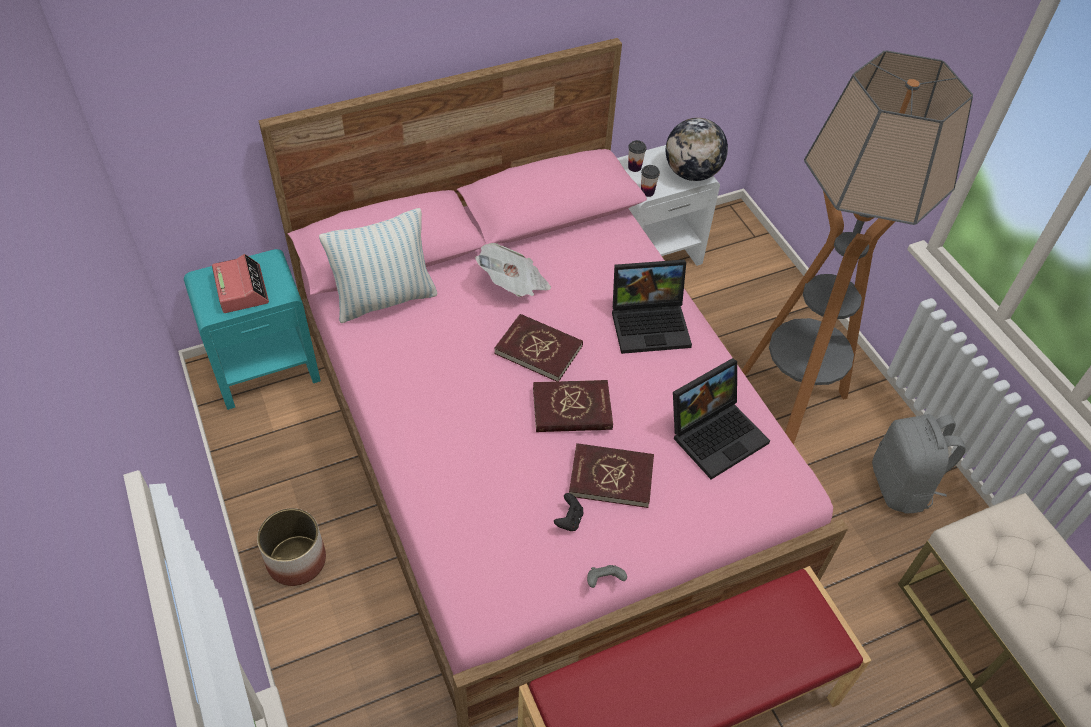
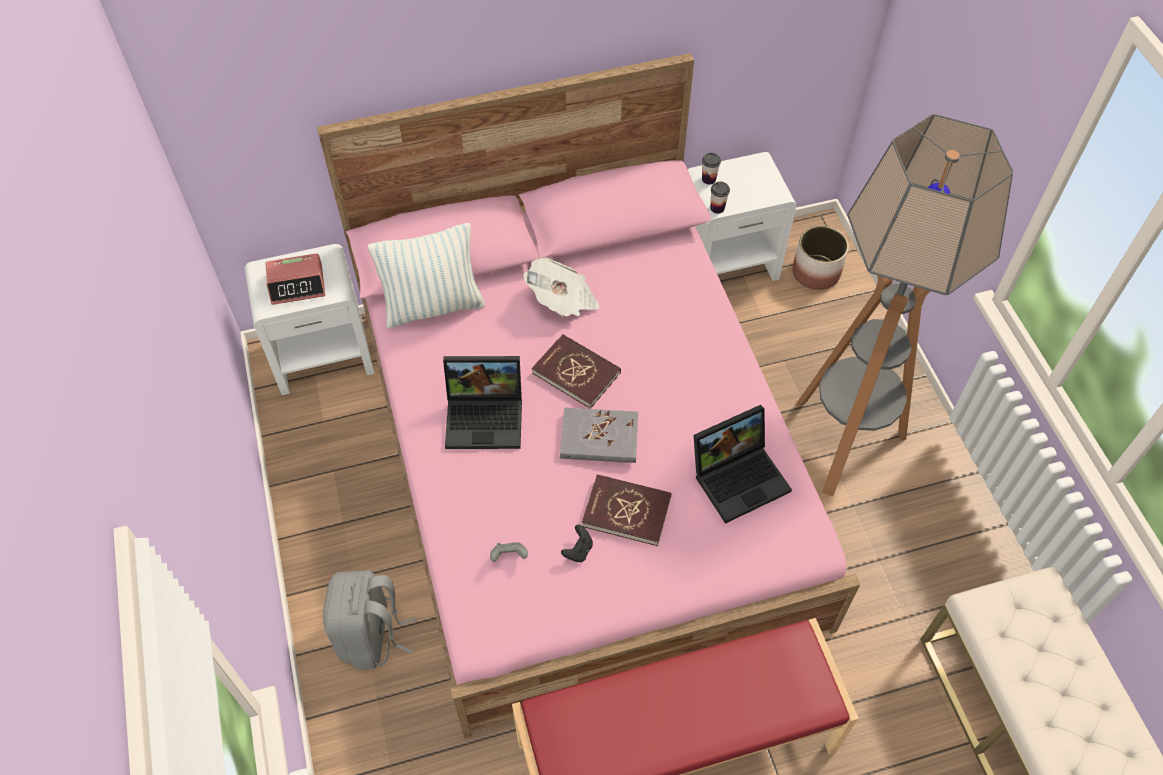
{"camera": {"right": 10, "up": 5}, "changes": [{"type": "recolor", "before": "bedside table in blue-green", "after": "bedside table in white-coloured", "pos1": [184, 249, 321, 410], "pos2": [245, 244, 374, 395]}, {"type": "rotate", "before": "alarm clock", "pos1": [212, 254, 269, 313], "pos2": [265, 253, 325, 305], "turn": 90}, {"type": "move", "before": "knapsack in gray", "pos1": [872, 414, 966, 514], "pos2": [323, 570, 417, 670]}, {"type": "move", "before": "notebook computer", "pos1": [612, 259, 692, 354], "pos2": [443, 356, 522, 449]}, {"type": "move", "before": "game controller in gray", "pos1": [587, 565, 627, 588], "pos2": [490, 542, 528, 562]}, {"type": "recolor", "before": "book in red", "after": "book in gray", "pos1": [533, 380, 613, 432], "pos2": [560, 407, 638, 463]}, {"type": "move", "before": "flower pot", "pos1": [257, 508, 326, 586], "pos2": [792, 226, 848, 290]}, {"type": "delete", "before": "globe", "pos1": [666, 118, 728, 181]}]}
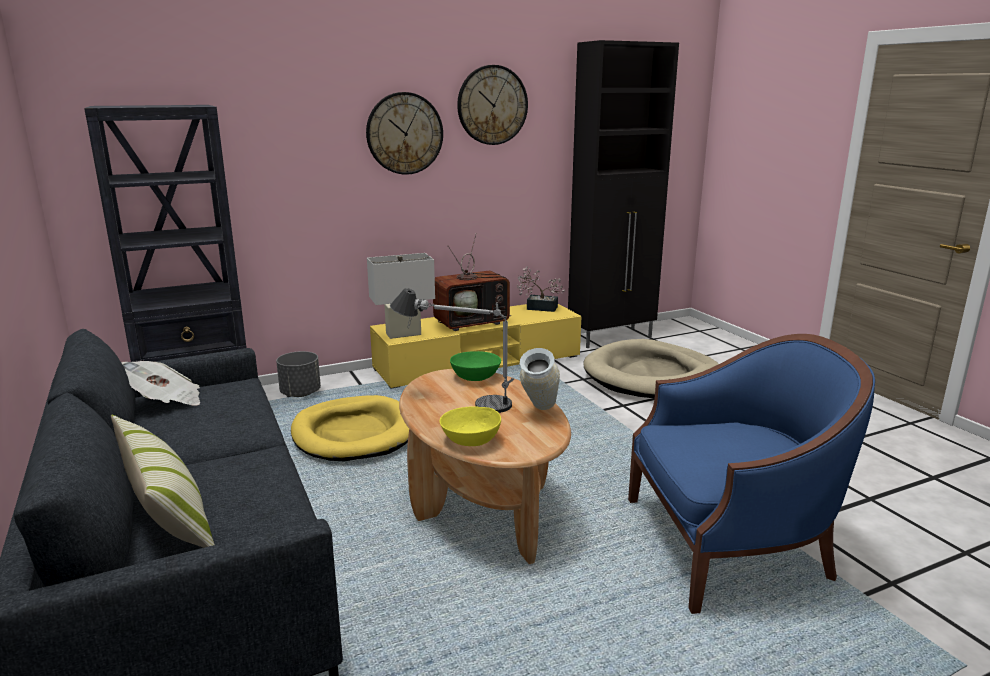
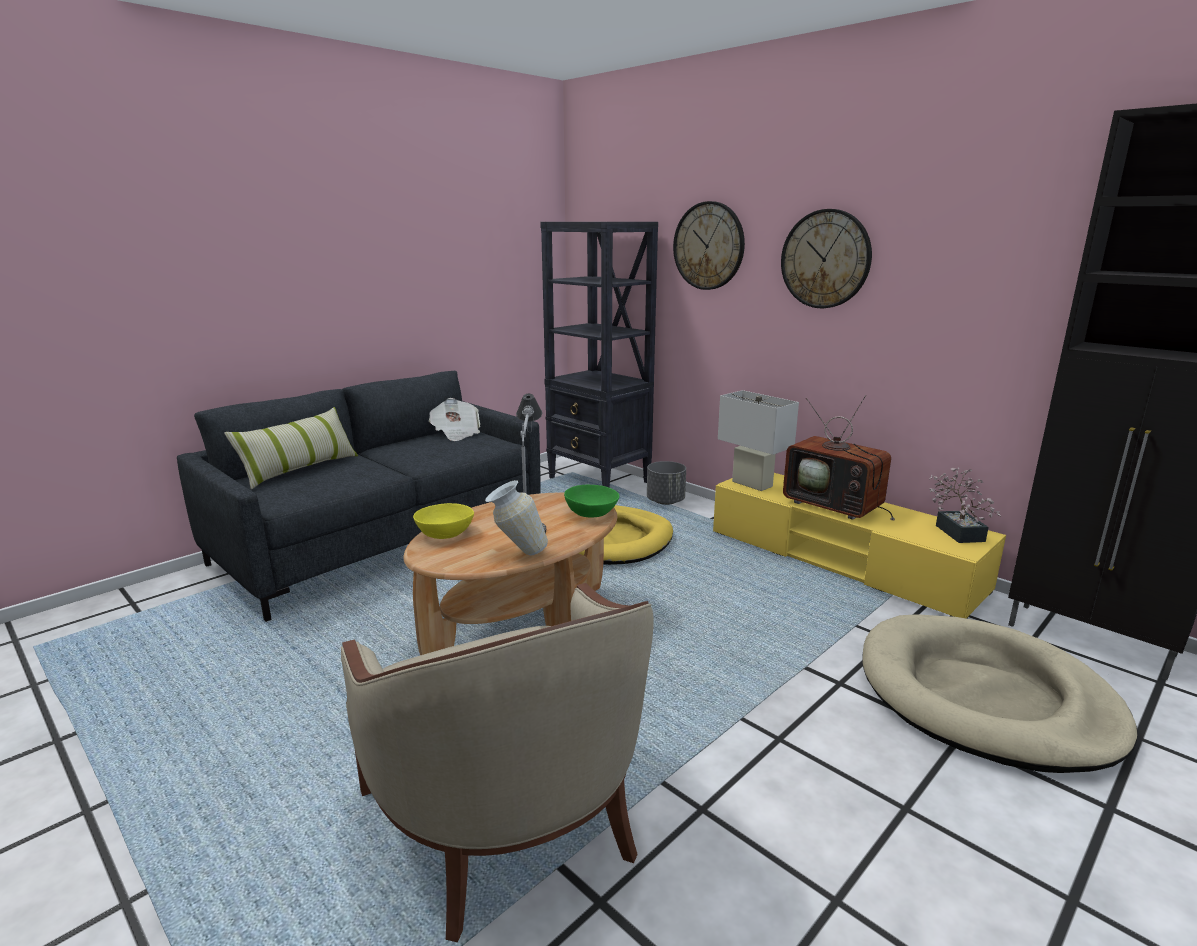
{"camera": {"right": 70, "up": 0}, "changes": [{"type": "recolor", "before": "lounge chair in blue", "after": "lounge chair in beige-coloured", "pos1": [628, 334, 875, 614], "pos2": [341, 583, 654, 942]}, {"type": "move", "before": "wall clock", "pos1": [457, 65, 528, 145], "pos2": [673, 201, 745, 290]}]}
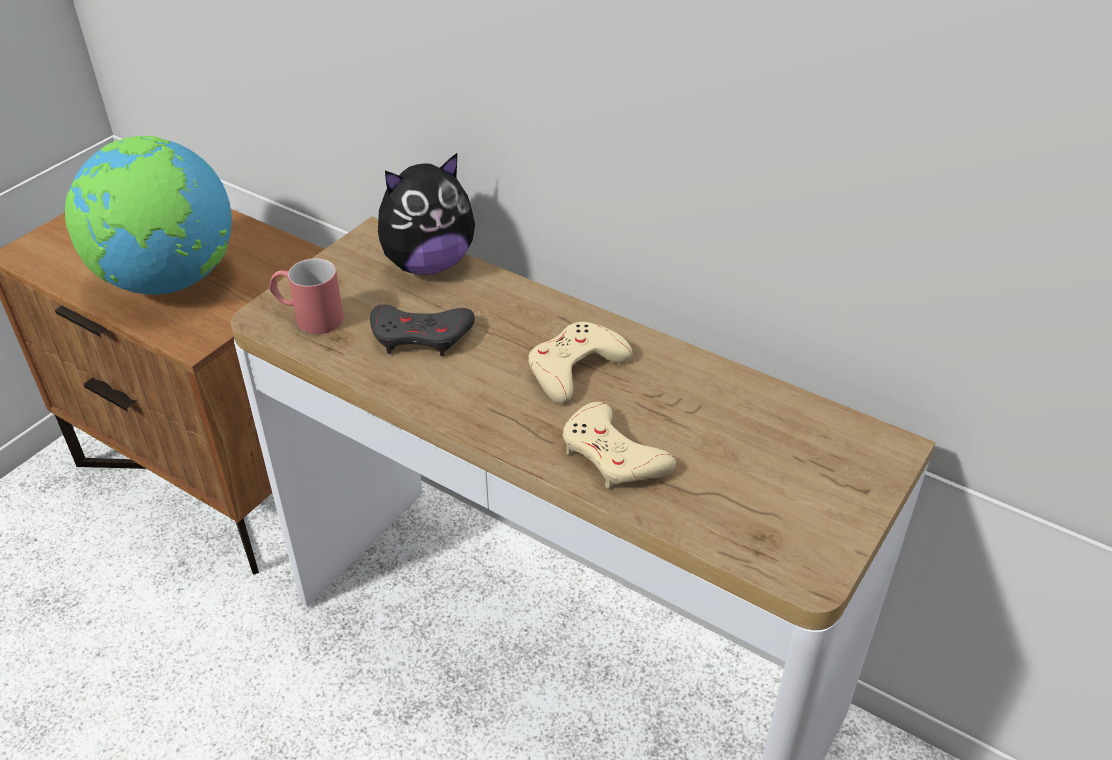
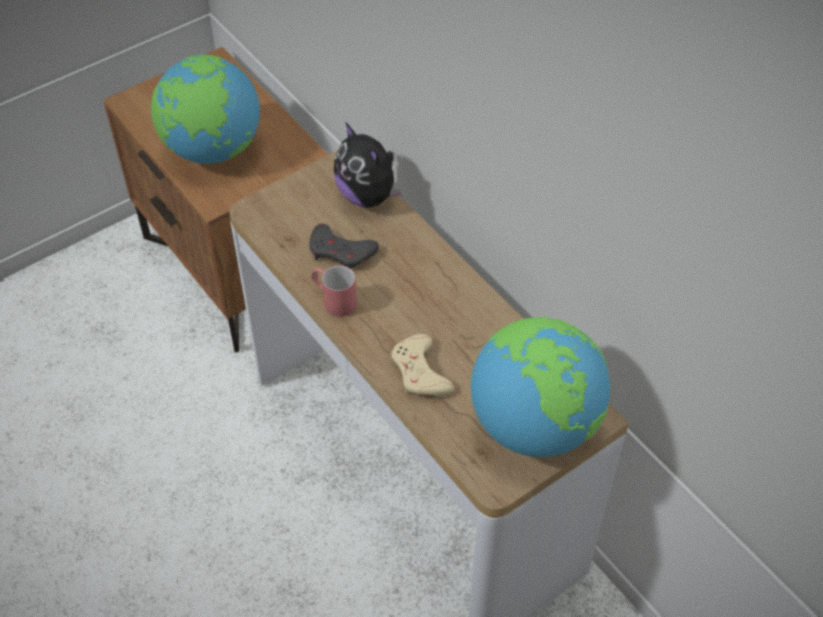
{"camera": {"right": 20, "up": 10}, "changes": [{"type": "move", "before": "coffee mug in red", "pos1": [269, 258, 344, 334], "pos2": [311, 265, 357, 317]}, {"type": "rotate", "before": "cuddly toy", "pos1": [378, 153, 475, 275], "pos2": [334, 122, 404, 208], "turn": 60}, {"type": "insert", "after": "globe", "pos2": [471, 317, 610, 457]}, {"type": "delete", "before": "game controller in beige-coloured", "pos1": [528, 322, 633, 404]}]}
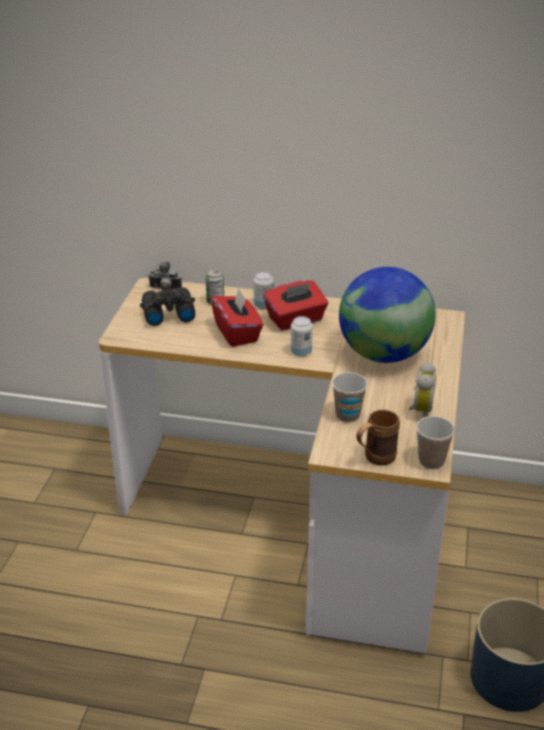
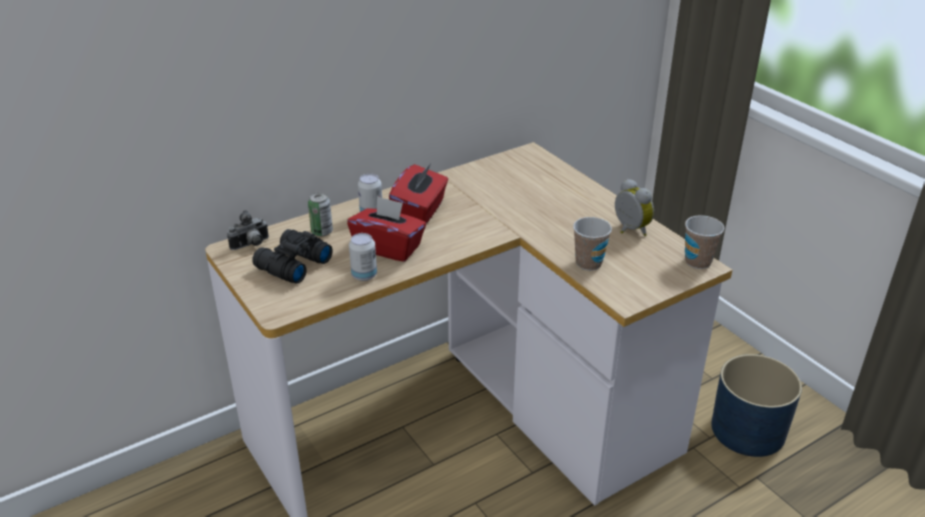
{"camera": {"right": -45, "up": 0}, "changes": [{"type": "move", "before": "can", "pos1": [291, 316, 313, 357], "pos2": [349, 233, 377, 281]}, {"type": "delete", "before": "globe", "pos1": [339, 267, 436, 363]}, {"type": "delete", "before": "coffee mug in brown", "pos1": [357, 410, 400, 466]}]}
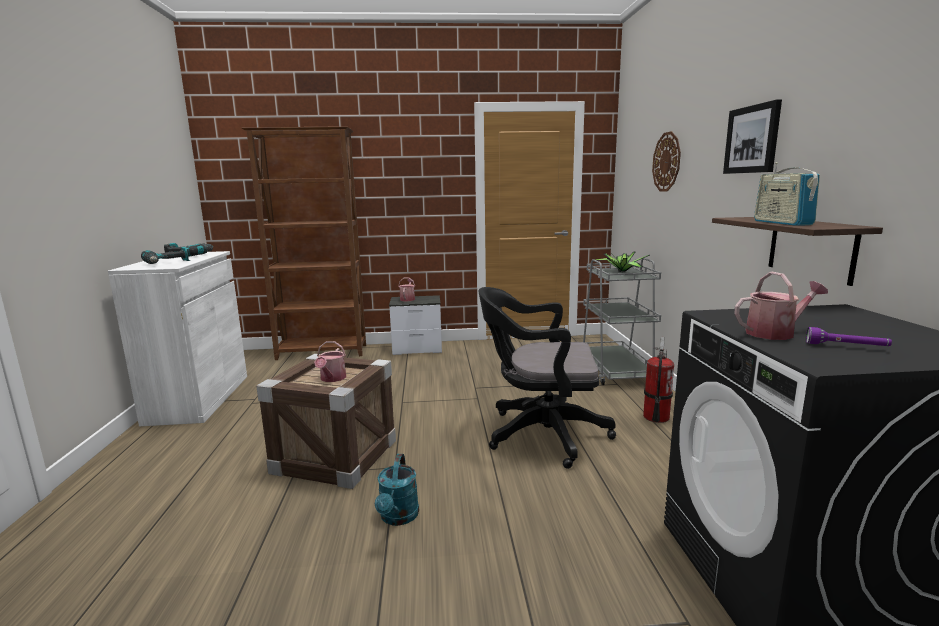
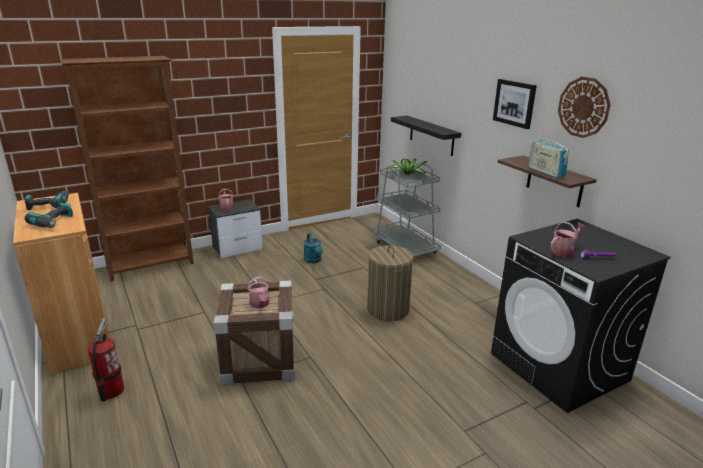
{"camera": {"right": -25, "up": 10}, "changes": [{"type": "recolor", "before": "cabinet in white-coloured", "after": "cabinet in brown", "pos1": [108, 251, 247, 426], "pos2": [13, 193, 109, 374]}, {"type": "move", "before": "fire extinguisher", "pos1": [643, 337, 674, 423], "pos2": [88, 318, 124, 401]}, {"type": "move", "before": "watering can in blue-green", "pos1": [375, 454, 419, 526], "pos2": [304, 234, 323, 263]}, {"type": "replace", "before": "desk chair in black", "after": "laundry basket", "pos1": [479, 287, 616, 469], "pos2": [367, 245, 413, 321]}, {"type": "insert", "after": "wall shelf in black", "pos2": [391, 116, 461, 156]}, {"type": "move", "before": "wall clock", "pos1": [652, 131, 681, 192], "pos2": [558, 77, 611, 138]}]}
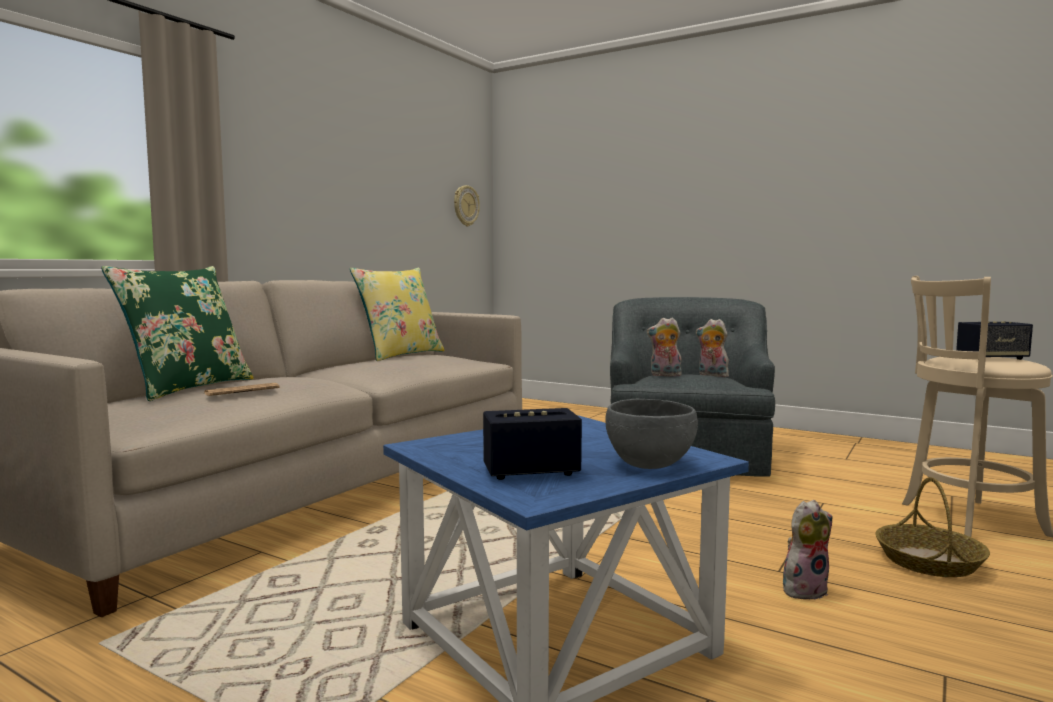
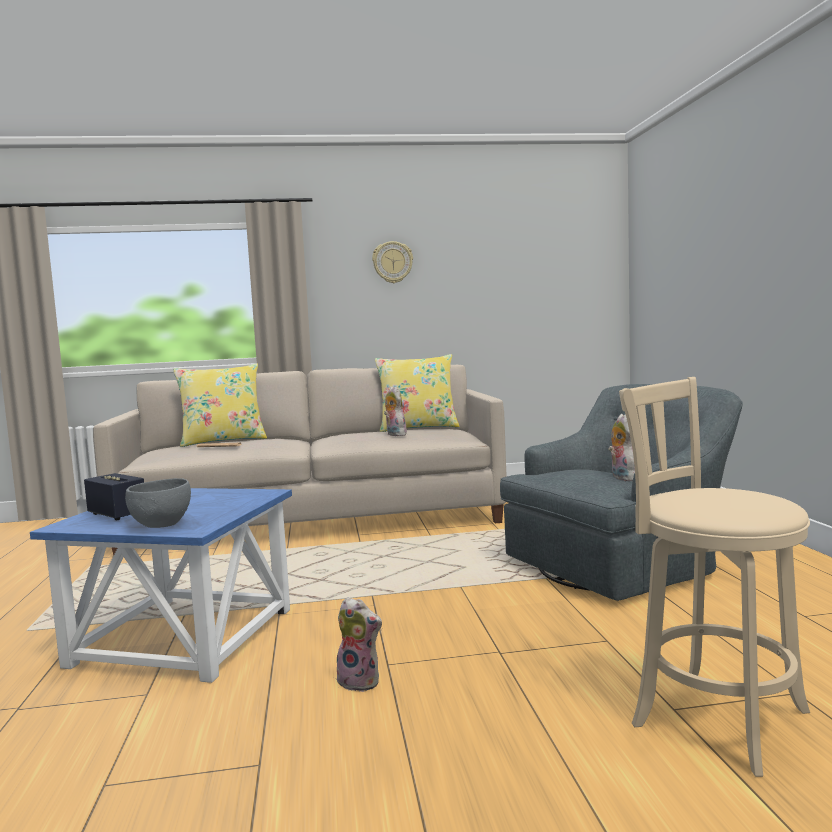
{"camera": {"right": 50, "up": 0}, "changes": [{"type": "recolor", "before": "cushion in greenish", "after": "cushion in yellowish", "pos1": [101, 266, 254, 401], "pos2": [173, 363, 267, 447]}, {"type": "move", "before": "wall clock", "pos1": [454, 185, 480, 226], "pos2": [372, 241, 413, 283]}, {"type": "move", "before": "cuddly toy", "pos1": [647, 317, 681, 377], "pos2": [384, 386, 407, 436]}, {"type": "delete", "before": "storage basket", "pos1": [875, 477, 990, 577]}, {"type": "delete", "before": "audio speaker", "pos1": [956, 321, 1033, 360]}]}
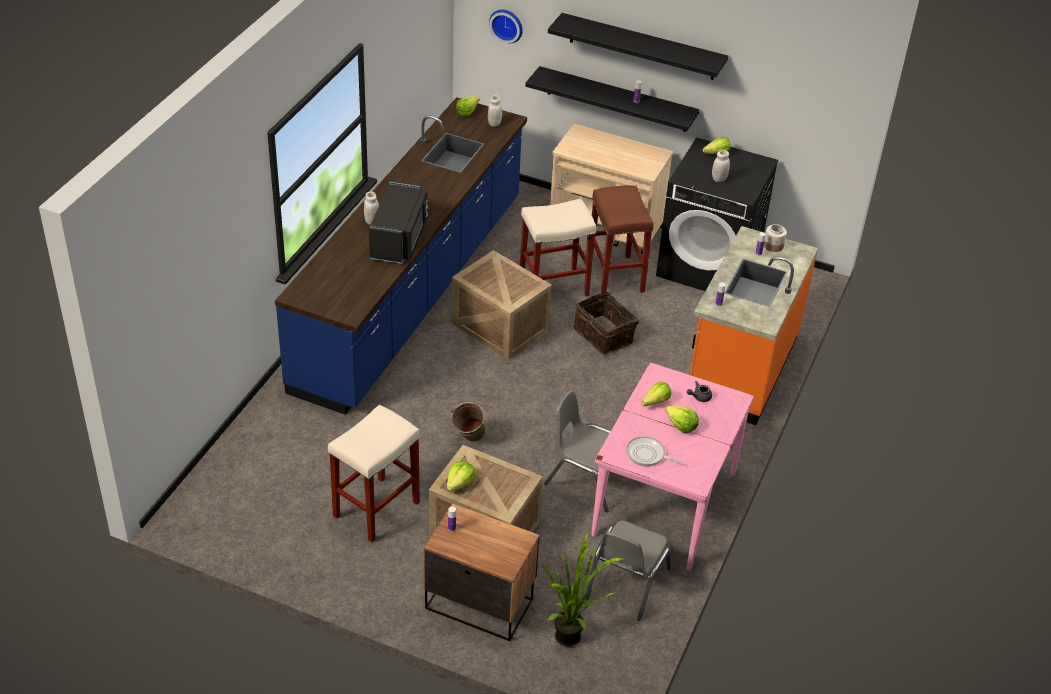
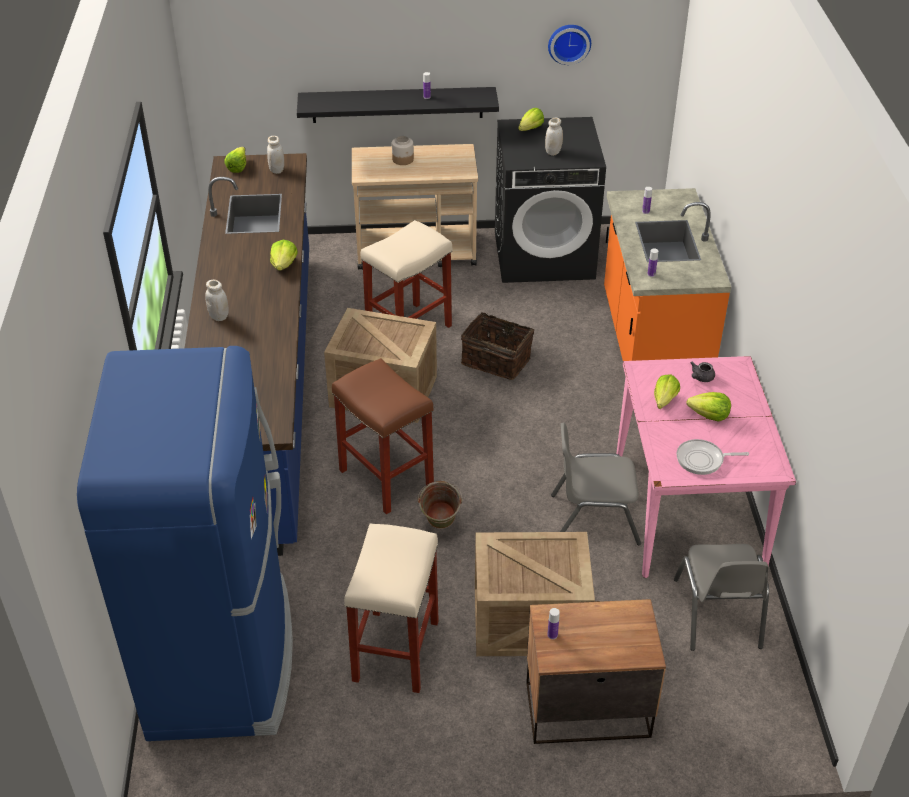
{"camera": {"right": -25, "up": 0}, "changes": [{"type": "insert", "after": "fridge in blue", "pos2": [77, 346, 293, 741]}, {"type": "move", "before": "lettuce", "pos1": [447, 461, 476, 491], "pos2": [270, 240, 298, 271]}, {"type": "move", "before": "stool seat in brown", "pos1": [592, 186, 653, 293], "pos2": [332, 358, 434, 514]}, {"type": "move", "before": "storage jar", "pos1": [764, 224, 787, 252], "pos2": [392, 136, 414, 165]}, {"type": "move", "before": "wall clock", "pos1": [489, 10, 523, 44], "pos2": [548, 25, 591, 65]}, {"type": "delete", "before": "microwave in black", "pos1": [369, 180, 428, 264]}, {"type": "delete", "before": "plant in a pot", "pos1": [541, 531, 624, 647]}, {"type": "delete", "before": "wall shelf in black", "pos1": [548, 13, 728, 80]}]}
